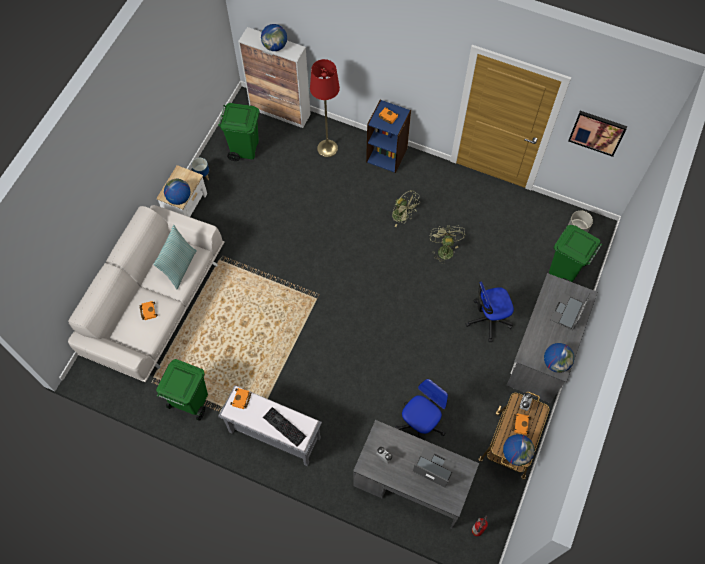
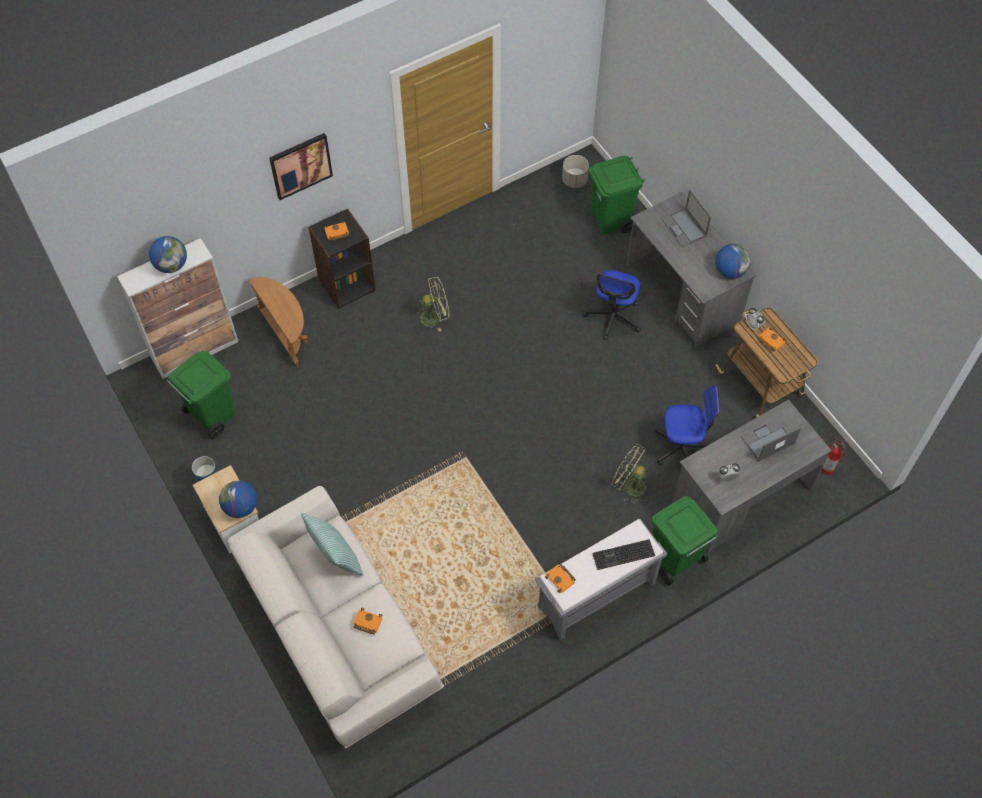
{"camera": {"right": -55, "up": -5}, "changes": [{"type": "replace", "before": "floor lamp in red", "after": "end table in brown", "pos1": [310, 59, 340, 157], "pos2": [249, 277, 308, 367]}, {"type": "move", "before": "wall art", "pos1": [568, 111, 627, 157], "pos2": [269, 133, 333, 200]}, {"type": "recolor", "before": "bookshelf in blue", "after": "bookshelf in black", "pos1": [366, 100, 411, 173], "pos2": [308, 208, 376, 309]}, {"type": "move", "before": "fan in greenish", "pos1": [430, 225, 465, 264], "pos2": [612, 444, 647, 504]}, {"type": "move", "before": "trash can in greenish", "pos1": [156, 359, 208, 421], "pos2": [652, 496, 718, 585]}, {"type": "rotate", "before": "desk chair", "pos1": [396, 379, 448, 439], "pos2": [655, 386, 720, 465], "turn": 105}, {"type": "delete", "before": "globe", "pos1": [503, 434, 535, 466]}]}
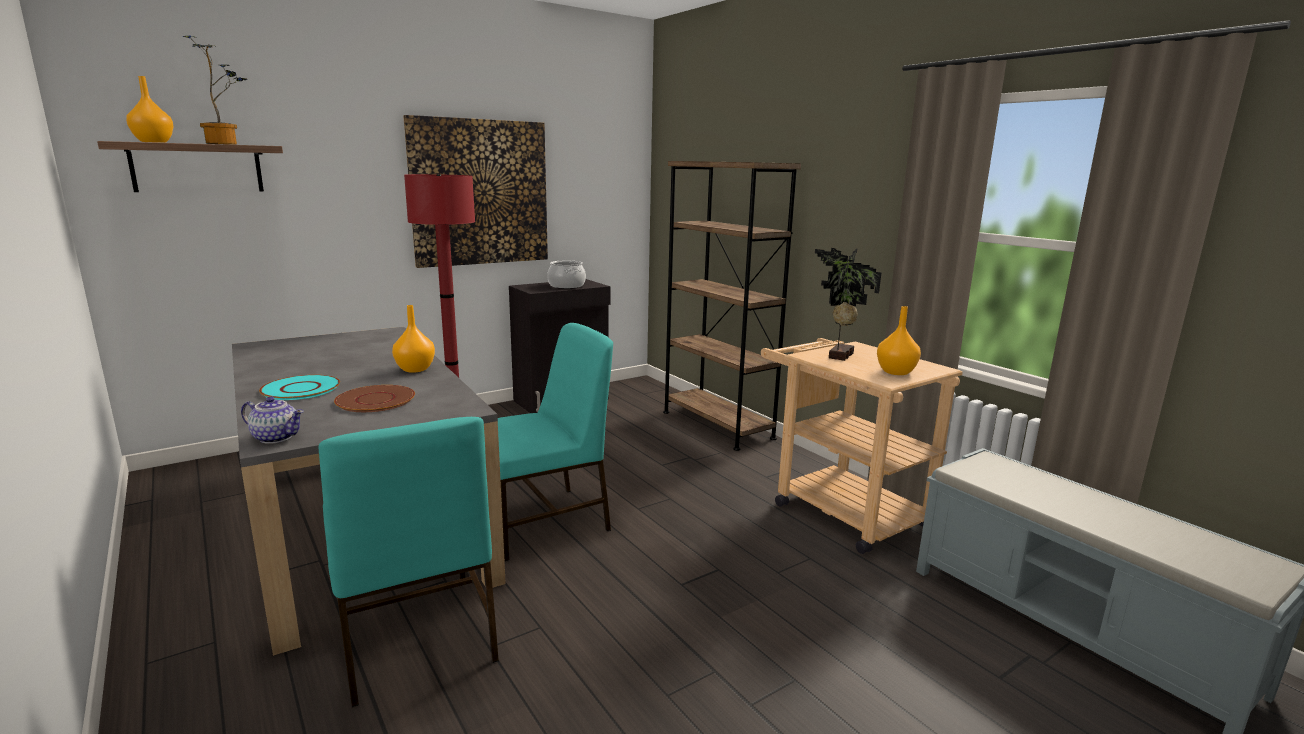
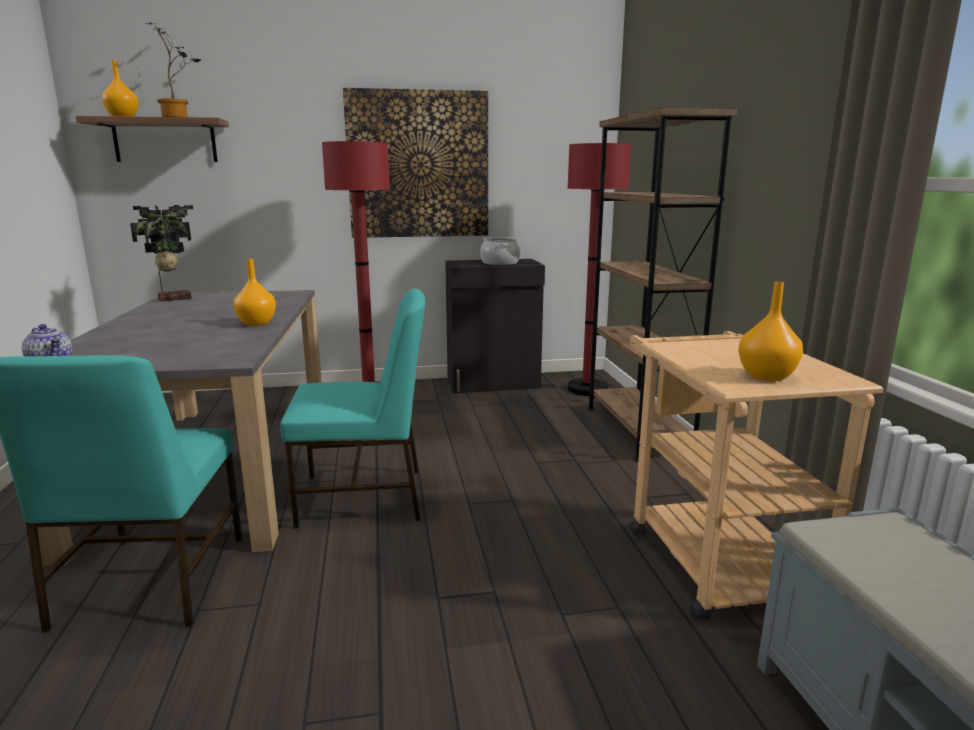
{"camera": {"right": 25, "up": 0}, "changes": [{"type": "move", "before": "plant in a pot", "pos1": [815, 247, 882, 361], "pos2": [130, 205, 193, 302]}, {"type": "insert", "after": "floor lamp in red", "pos2": [567, 143, 631, 396]}, {"type": "delete", "before": "flat dish in blue-green", "pos1": [259, 375, 340, 400]}, {"type": "delete", "before": "flat dish in brown", "pos1": [334, 385, 415, 412]}]}
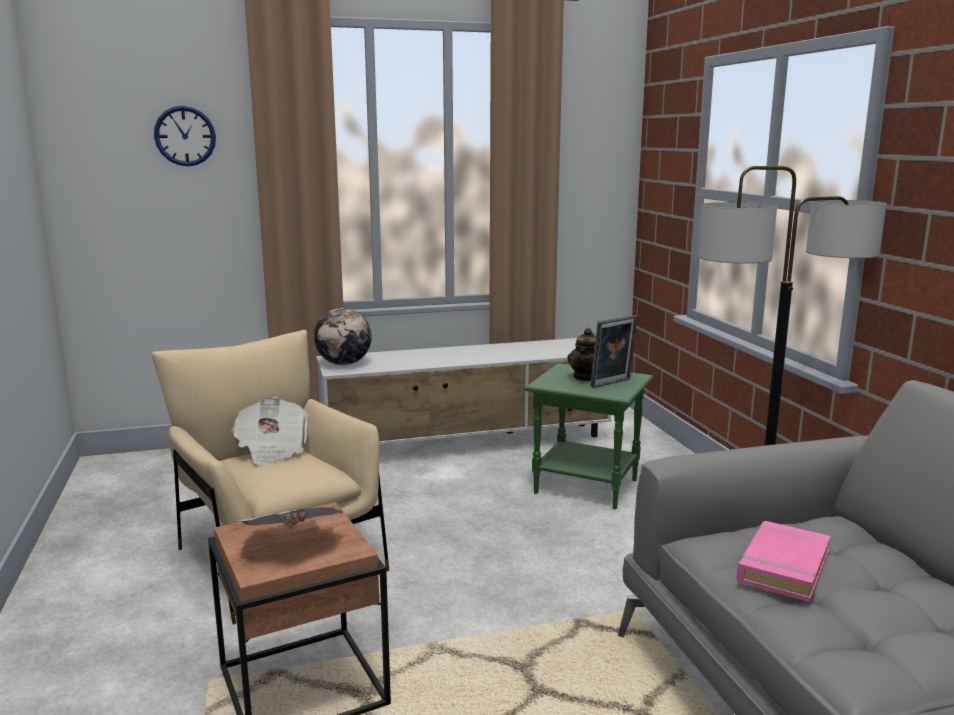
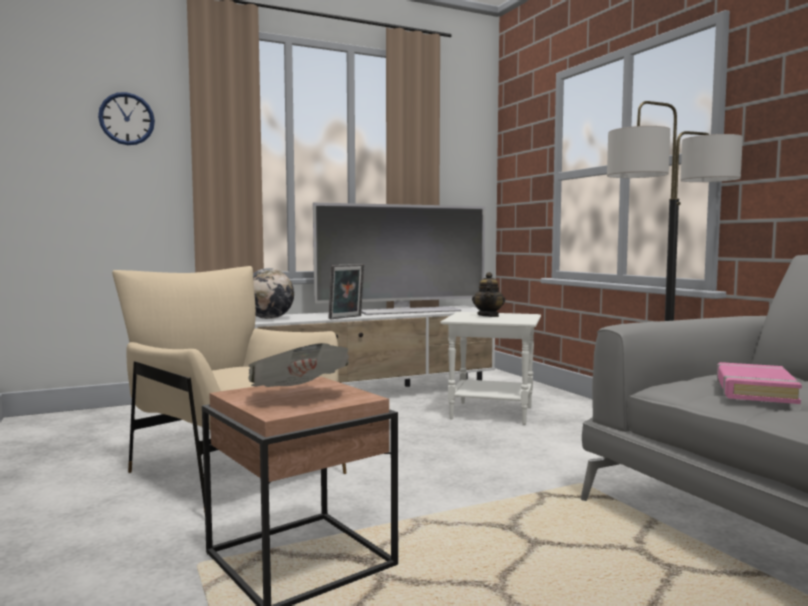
{"camera": {"right": -10, "up": -10}, "changes": [{"type": "insert", "after": "TV set", "pos2": [313, 203, 485, 315]}, {"type": "move", "before": "photo frame", "pos1": [590, 315, 638, 388], "pos2": [328, 264, 364, 319]}, {"type": "recolor", "before": "end table in greenish", "after": "end table in white-coloured", "pos1": [524, 363, 654, 509], "pos2": [441, 312, 541, 425]}, {"type": "delete", "before": "printed paper", "pos1": [232, 397, 308, 465]}]}
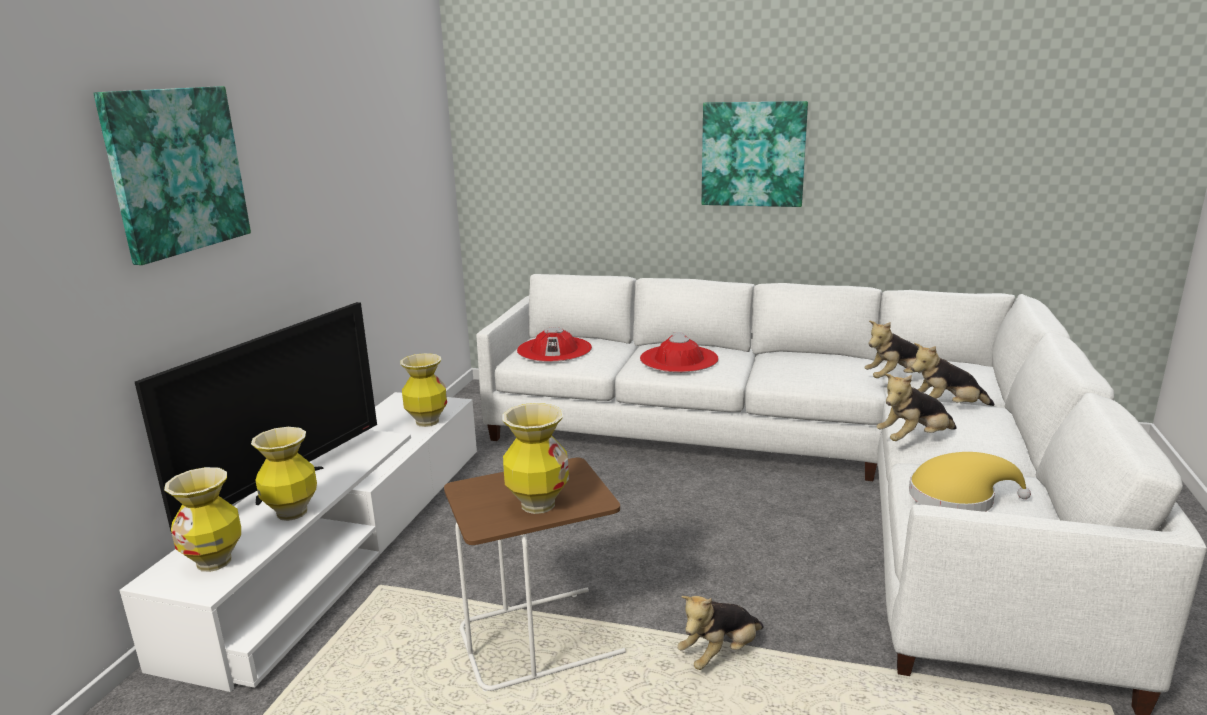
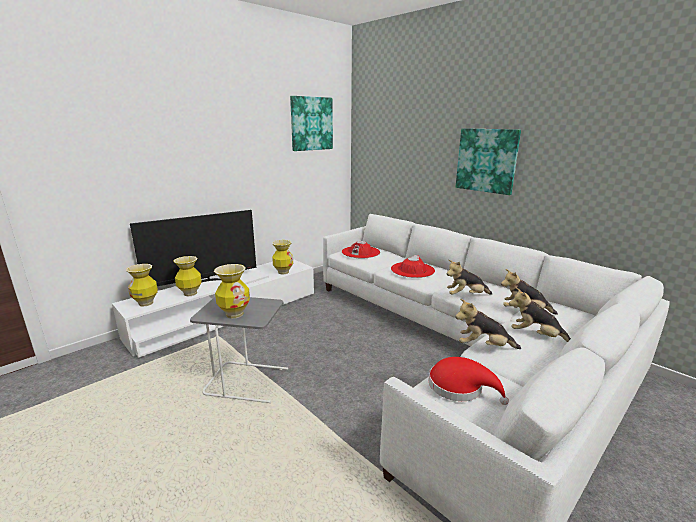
{"camera": {"right": 30, "up": 0}, "changes": [{"type": "recolor", "before": "end table in brown", "after": "end table in gray", "pos1": [444, 458, 626, 692], "pos2": [190, 297, 288, 403]}, {"type": "move", "before": "wall art", "pos1": [94, 86, 251, 265], "pos2": [290, 96, 333, 151]}, {"type": "recolor", "before": "wearable hat in yellowish", "after": "wearable hat in red", "pos1": [909, 452, 1031, 512], "pos2": [428, 357, 509, 405]}, {"type": "move", "before": "cuddly toy", "pos1": [677, 596, 764, 670], "pos2": [446, 260, 492, 295]}]}
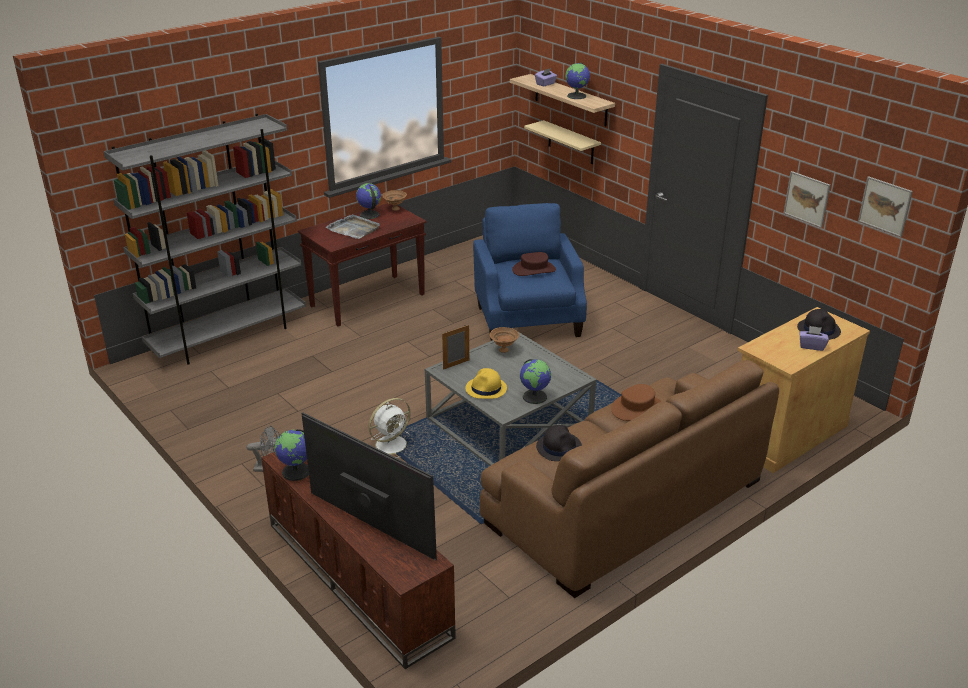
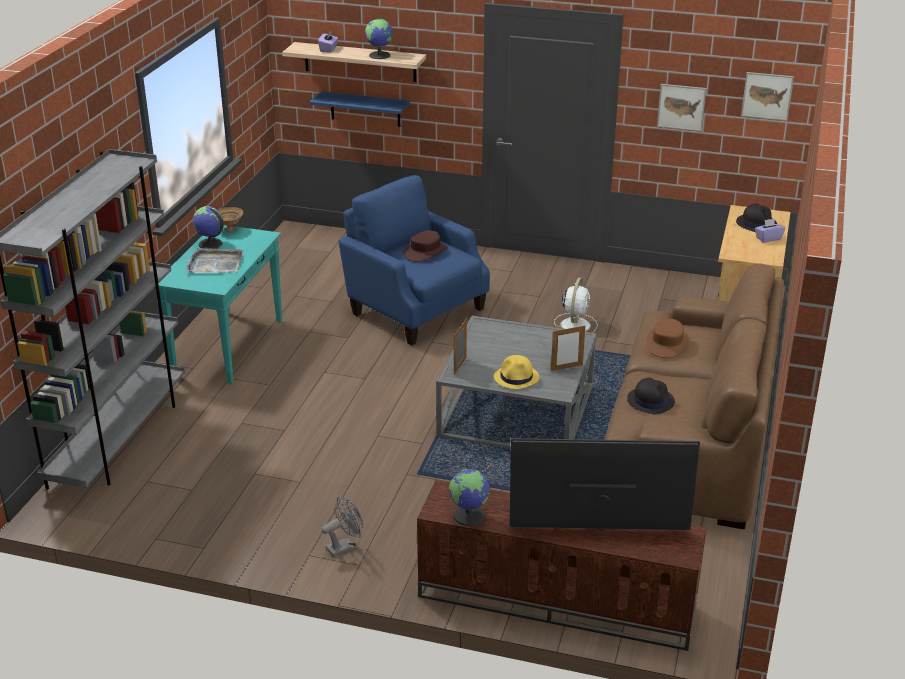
{"camera": {"right": -35, "up": 0}, "changes": [{"type": "recolor", "before": "hall table in brown", "after": "hall table in blue-green", "pos1": [298, 203, 427, 327], "pos2": [157, 225, 282, 384]}, {"type": "recolor", "before": "wall shelf in beige-coloured", "after": "wall shelf in blue", "pos1": [524, 120, 601, 164], "pos2": [310, 91, 410, 127]}, {"type": "replace", "before": "globe", "after": "photo frame", "pos1": [520, 359, 552, 404], "pos2": [551, 326, 585, 371]}, {"type": "move", "before": "fan in white-coloured", "pos1": [369, 398, 411, 458], "pos2": [554, 278, 598, 333]}, {"type": "delete", "before": "deep dish in brown", "pos1": [490, 327, 519, 353]}]}
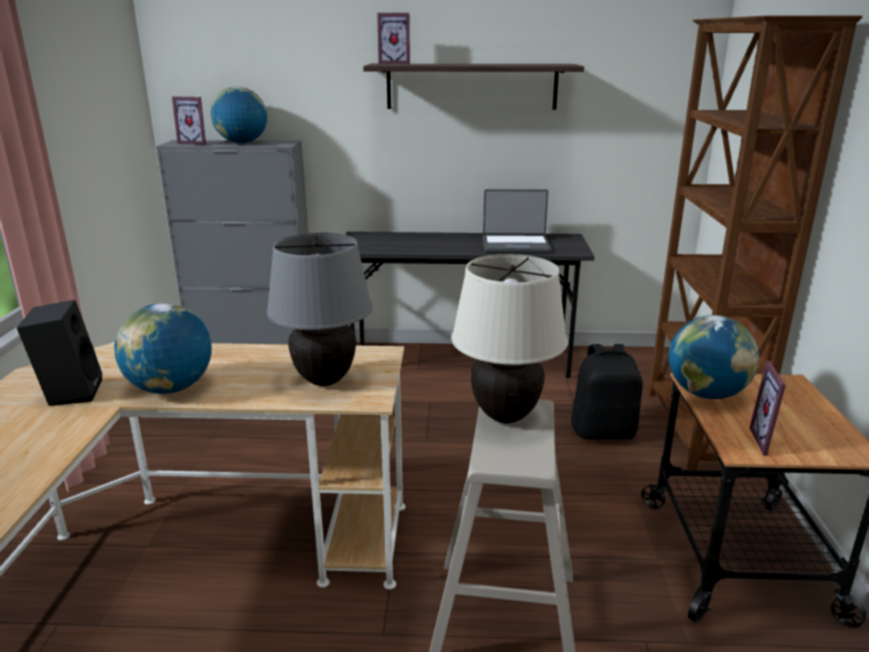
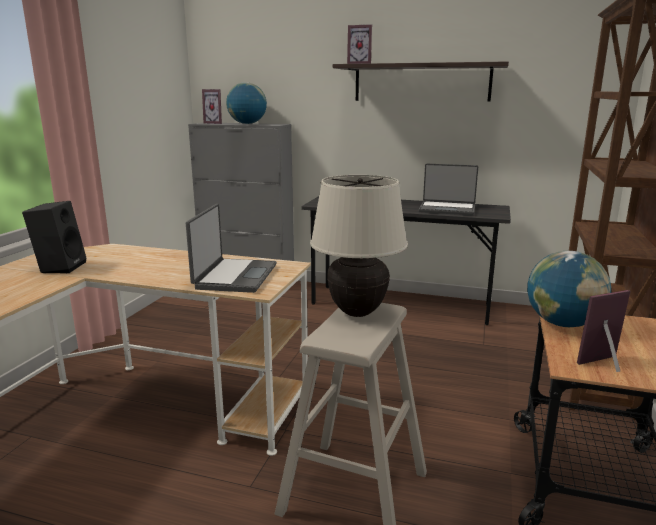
{"camera": {"right": 15, "up": -5}, "changes": [{"type": "replace", "before": "table lamp in gray", "after": "notebook computer", "pos1": [266, 232, 372, 386], "pos2": [186, 204, 277, 293]}, {"type": "rotate", "before": "photo frame", "pos1": [750, 361, 788, 456], "pos2": [577, 290, 630, 372], "turn": 45}, {"type": "delete", "before": "globe", "pos1": [114, 303, 212, 394]}, {"type": "delete", "before": "knapsack in black", "pos1": [571, 344, 643, 439]}]}
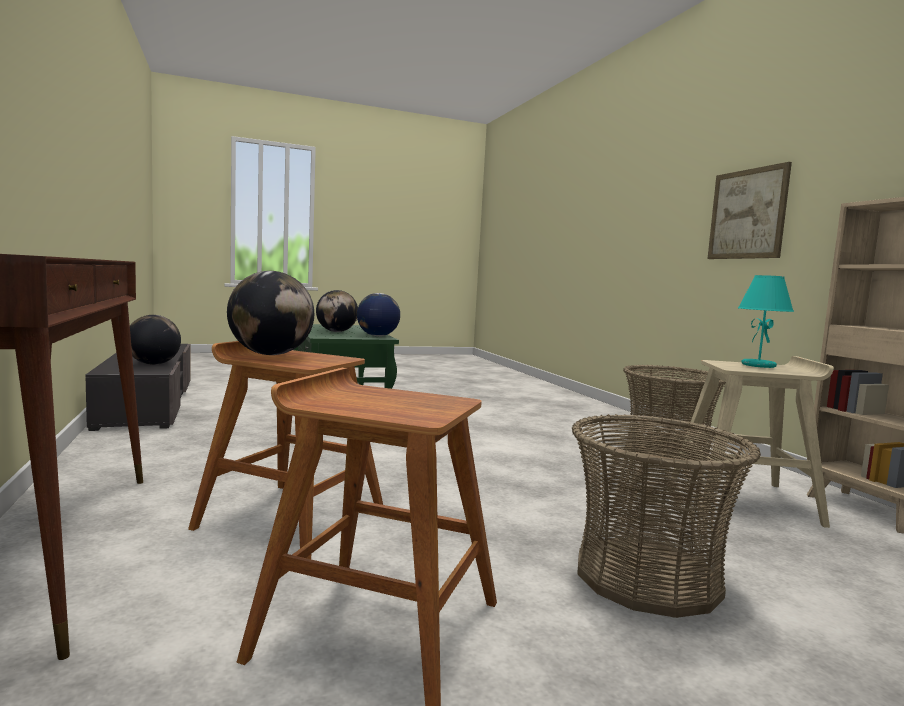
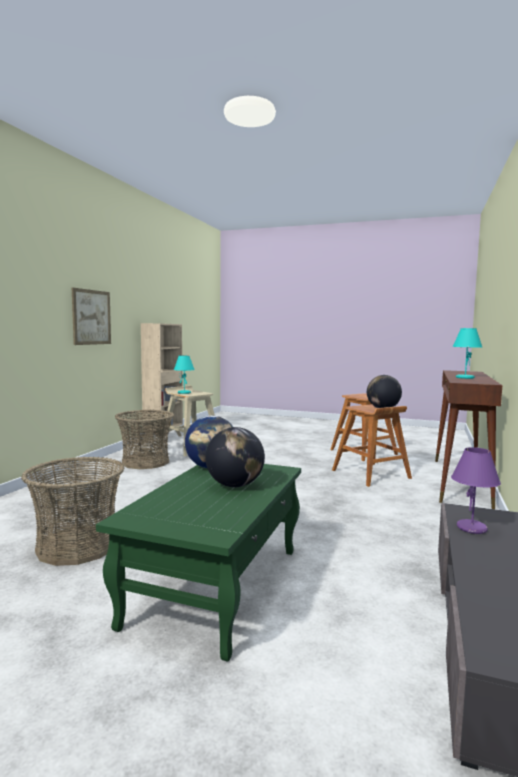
{"camera": {"right": -140, "up": 0}, "changes": [{"type": "move", "before": "storage basket", "pos1": [572, 414, 761, 618], "pos2": [21, 457, 124, 566]}, {"type": "replace", "before": "globe", "after": "table lamp in purple-coloured", "pos1": [130, 315, 181, 365], "pos2": [451, 447, 501, 534]}, {"type": "insert", "after": "table lamp in blue-green", "pos2": [452, 328, 482, 379]}]}
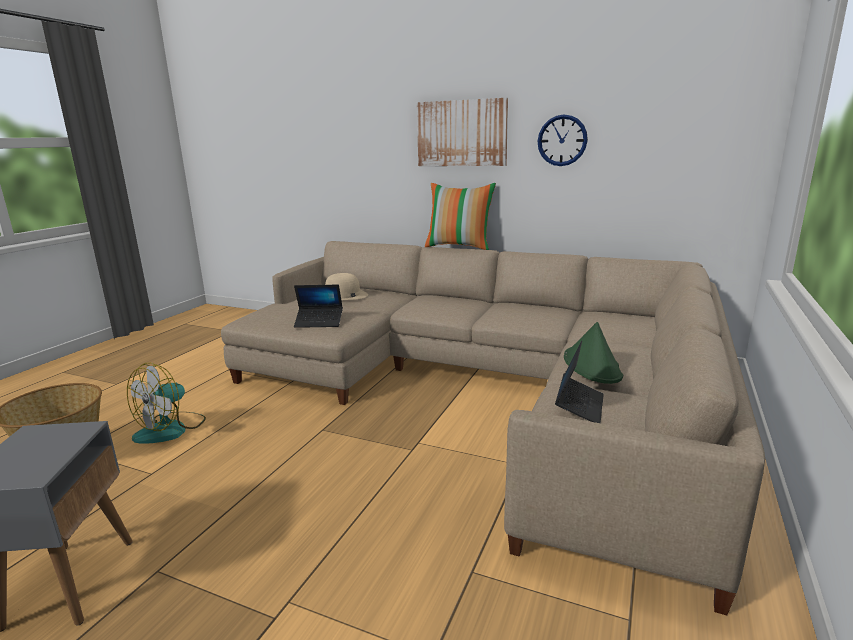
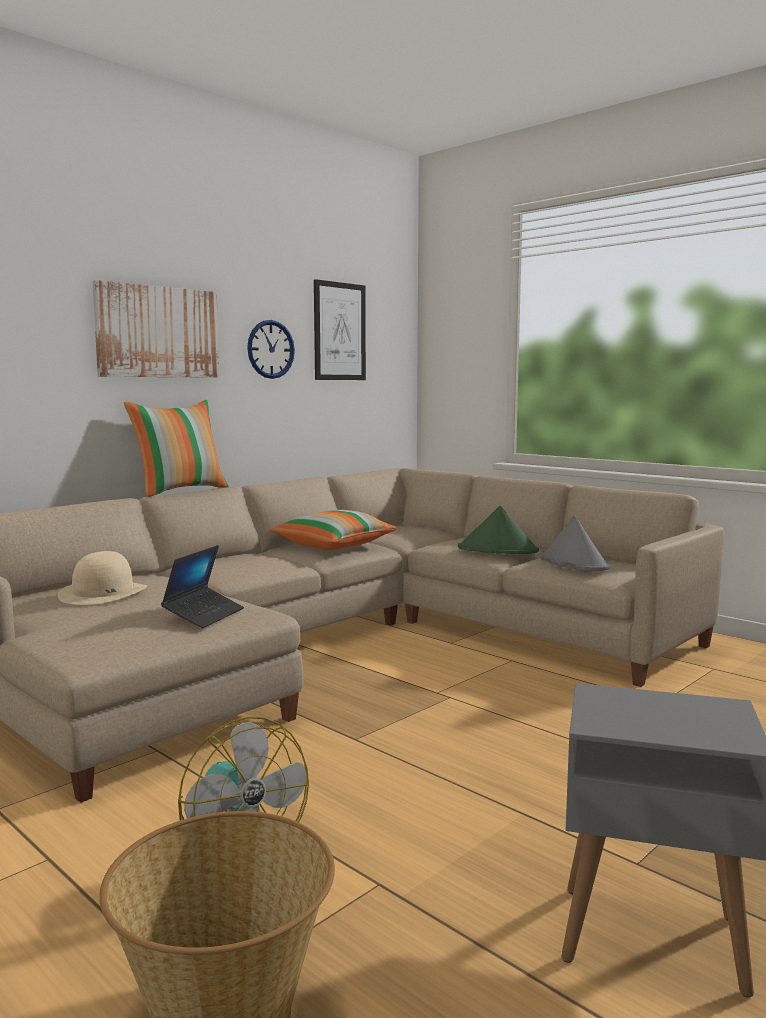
{"camera": {"right": -70, "up": -10}, "changes": [{"type": "insert", "after": "cushion", "pos2": [269, 510, 398, 550]}, {"type": "insert", "after": "wall art", "pos2": [314, 279, 366, 380]}, {"type": "replace", "before": "notebook computer", "after": "wearable hat in gray", "pos1": [555, 341, 604, 423], "pos2": [540, 515, 610, 571]}]}
